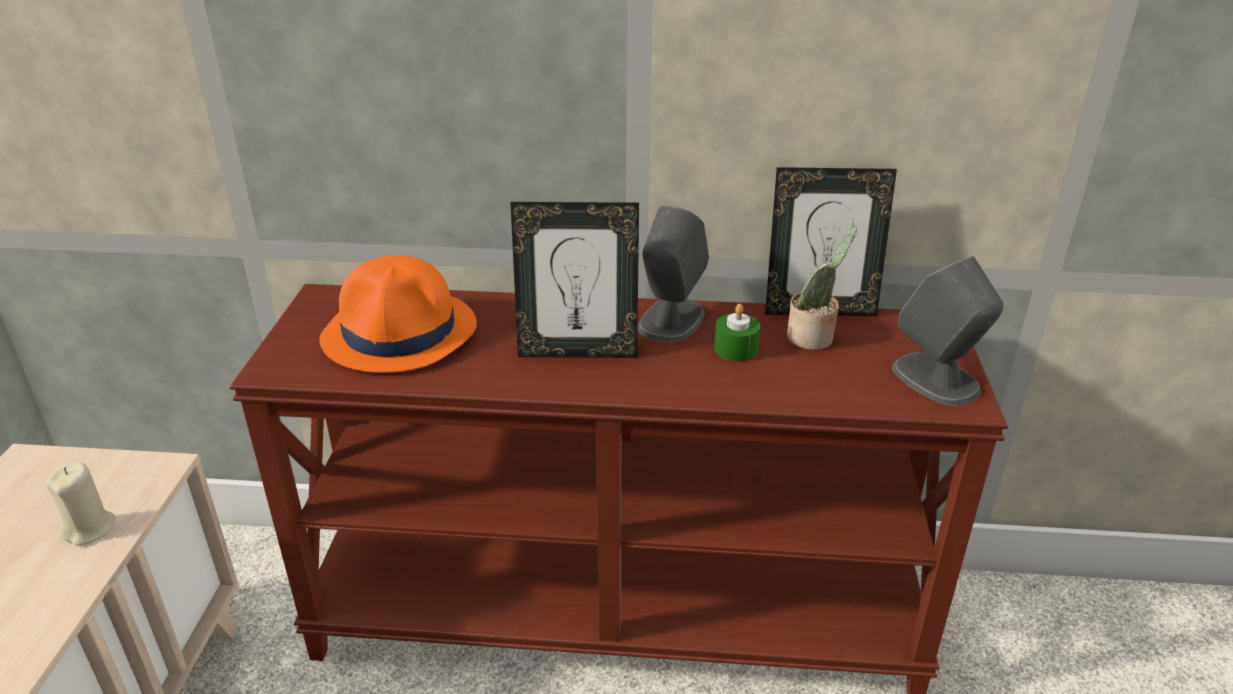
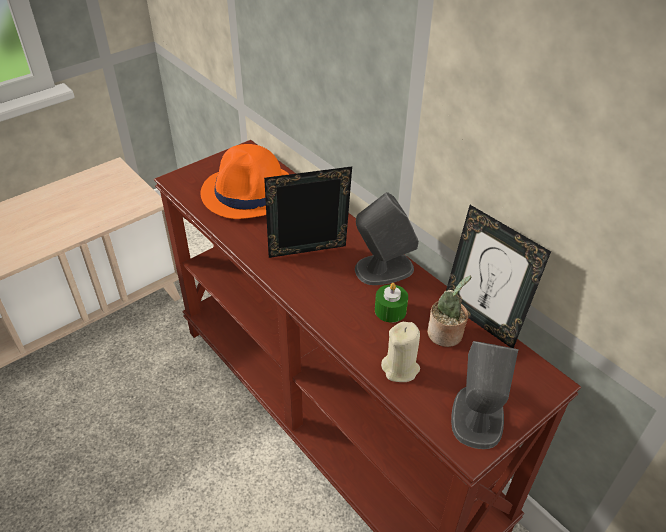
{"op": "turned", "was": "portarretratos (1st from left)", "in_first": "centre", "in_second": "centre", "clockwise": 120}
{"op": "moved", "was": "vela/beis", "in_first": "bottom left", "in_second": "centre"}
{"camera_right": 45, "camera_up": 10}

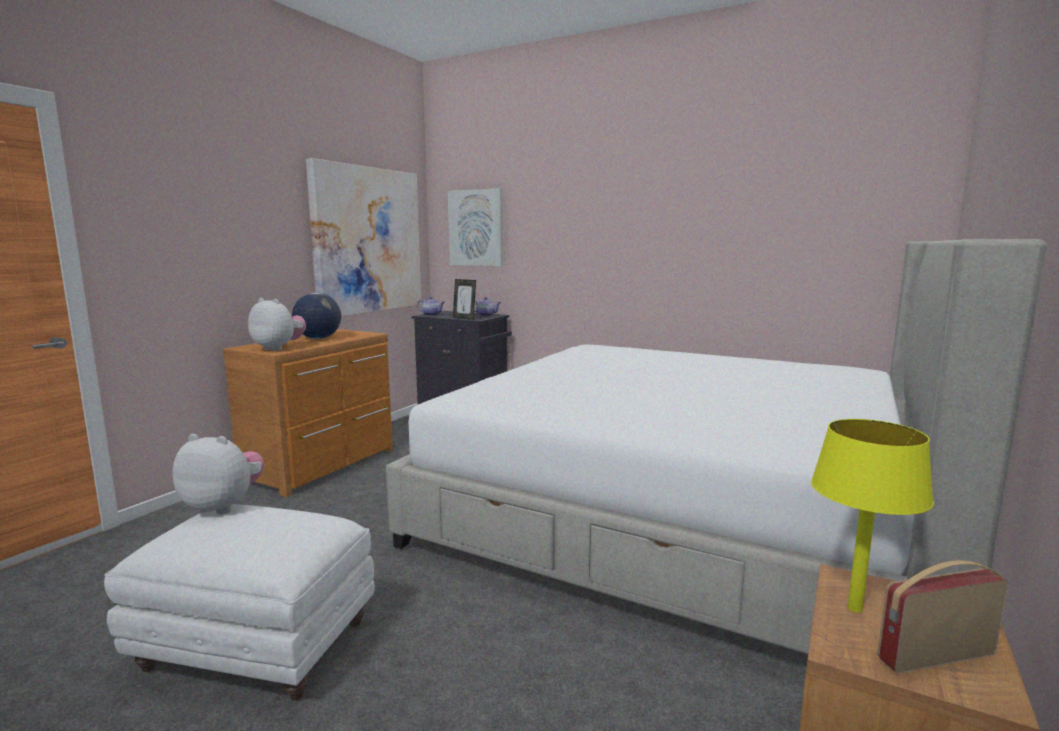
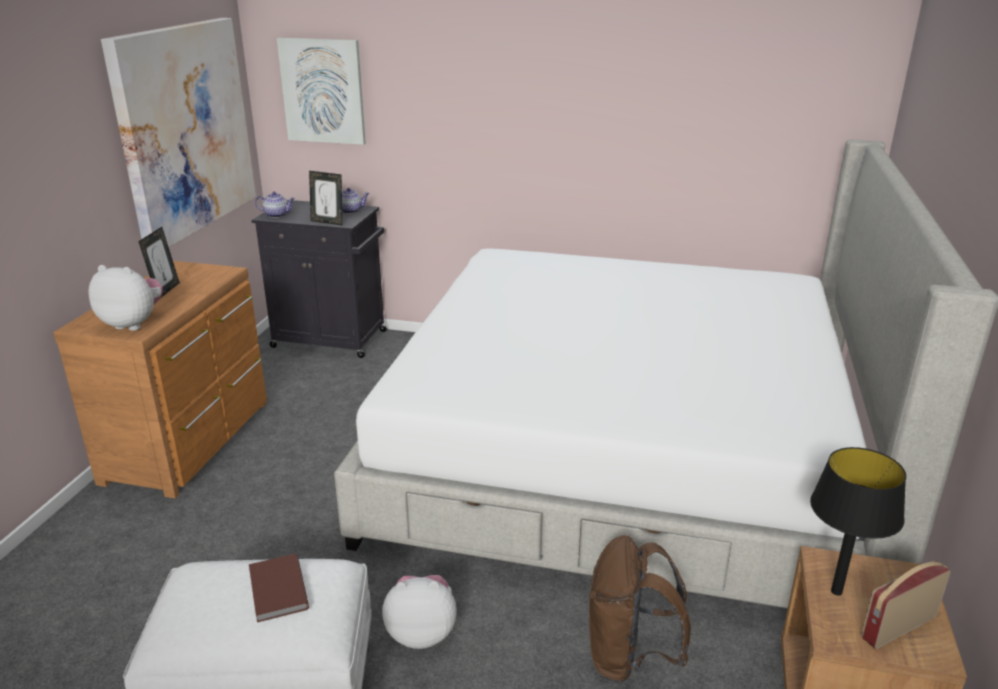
{"op": "replaced", "was": "globo terráqueo", "now": "portarretratos (1st from left)", "in_first": "middle left", "in_second": "middle left"}
{"op": "added", "now": "libro/marrón", "in_second": "bottom left"}
{"op": "moved", "was": "peluche (1st from left in the first image)", "now": "peluche (2nd from left)", "in_first": "middle left", "in_second": "bottom centre"}
{"op": "added", "now": "mochila/marrón", "in_second": "bottom centre"}
{"op": "recoloured", "was": "lámpara de mesa/amarillo", "now": "lámpara de mesa/negro", "in_first": "bottom right", "in_second": "bottom right"}
{"camera_right": -15, "camera_up": 15}

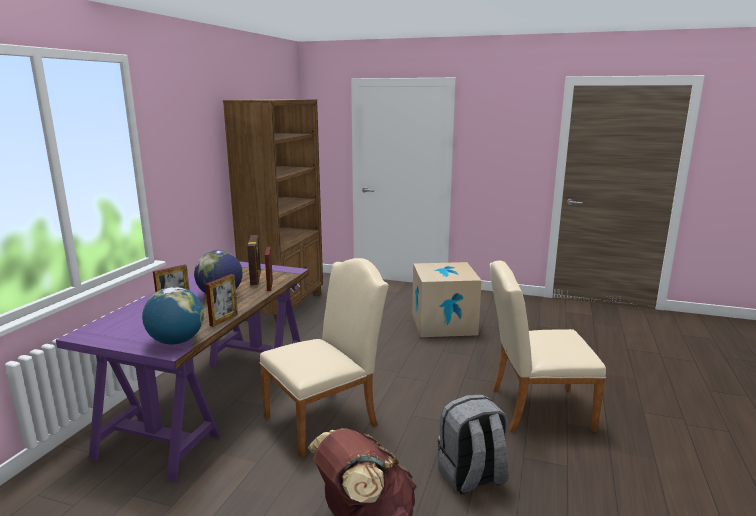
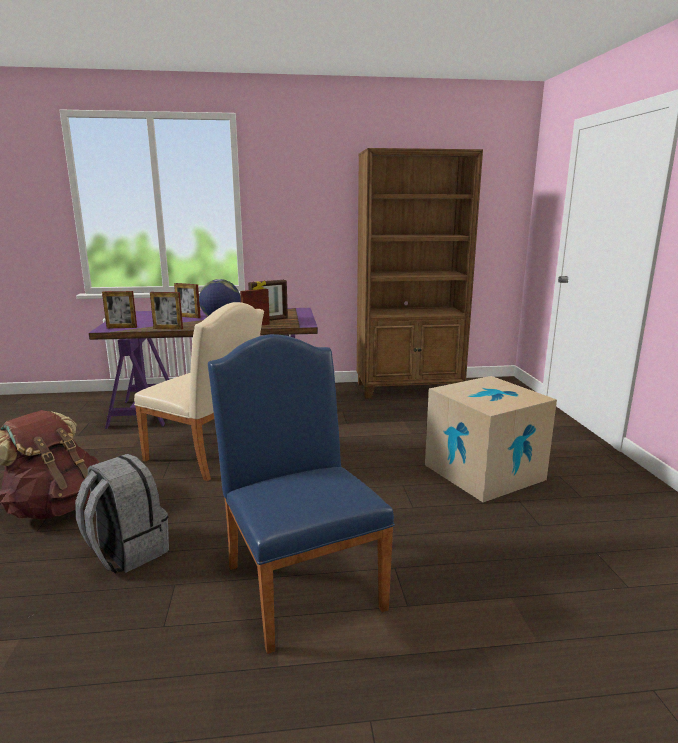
{"op": "replaced", "was": "globo terráqueo (1st from left)", "now": "portarretratos (1st from left)", "in_first": "middle left", "in_second": "middle left"}
{"op": "recoloured", "was": "silla/beis (2nd from left)", "now": "silla/azul", "in_first": "bottom right", "in_second": "centre"}
{"camera_right": 65, "camera_up": 0}

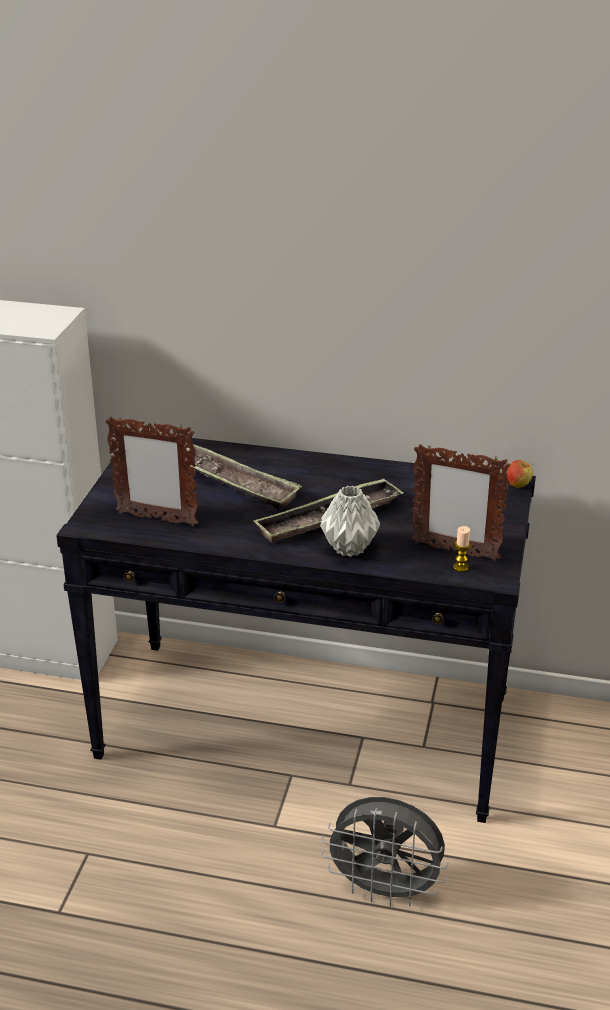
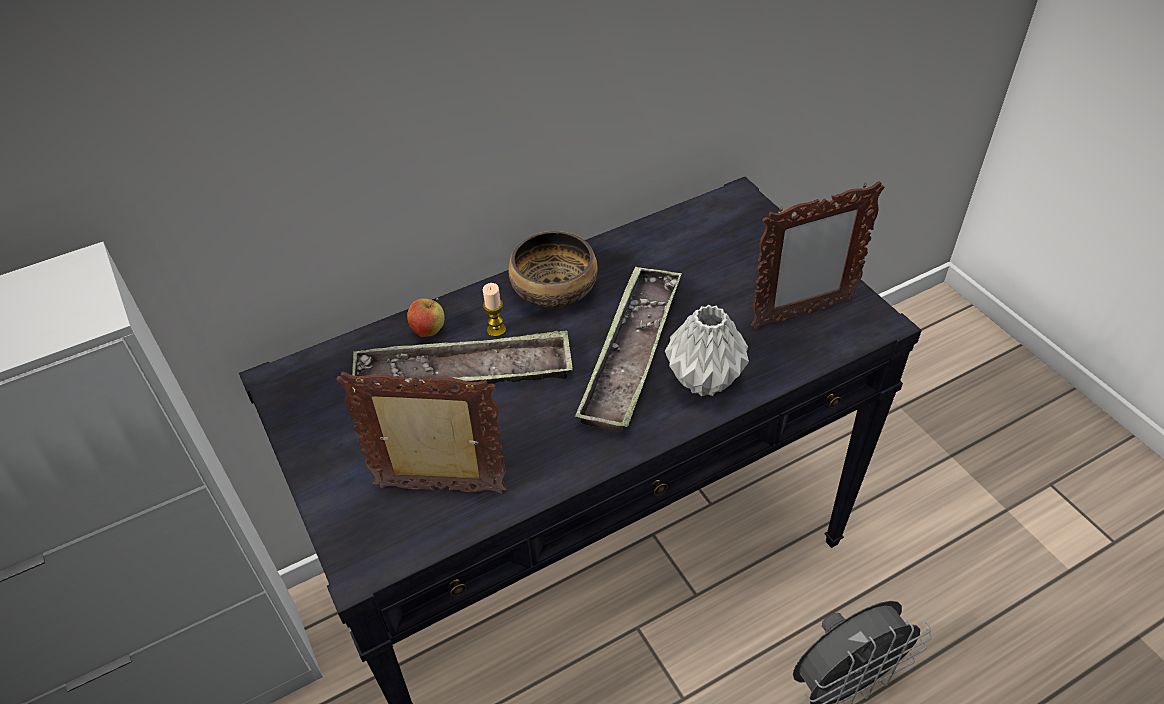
{"op": "turned", "was": "portarretratos (1st from left)", "in_first": "middle left", "in_second": "centre", "clockwise": -150}
{"op": "moved", "was": "manzana", "in_first": "middle right", "in_second": "centre"}
{"op": "moved", "was": "vela", "in_first": "middle right", "in_second": "centre"}
{"op": "added", "now": "cuenco", "in_second": "centre"}
{"camera_right": -40, "camera_up": 15}

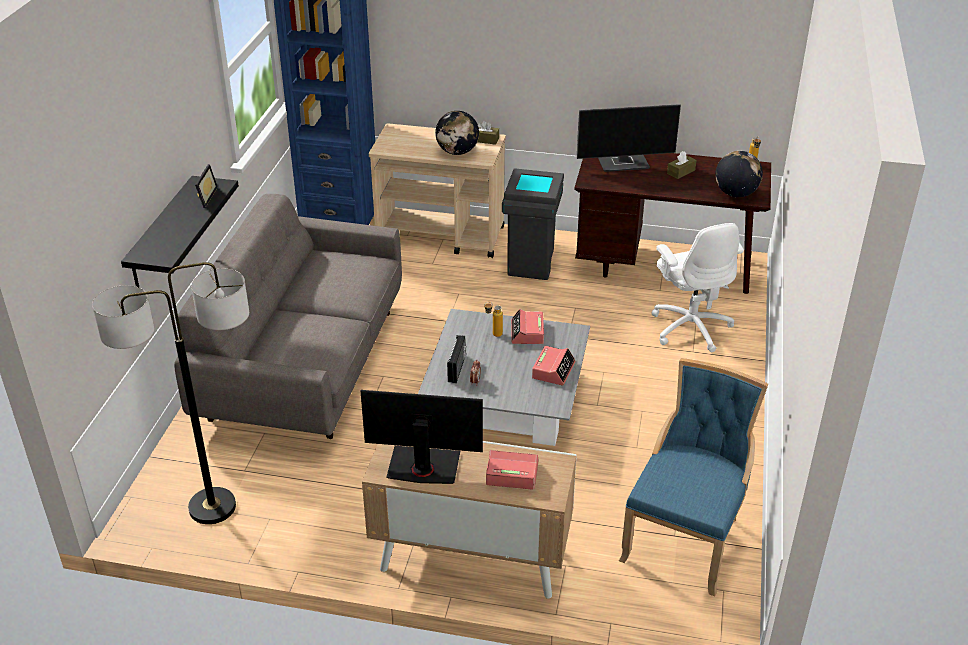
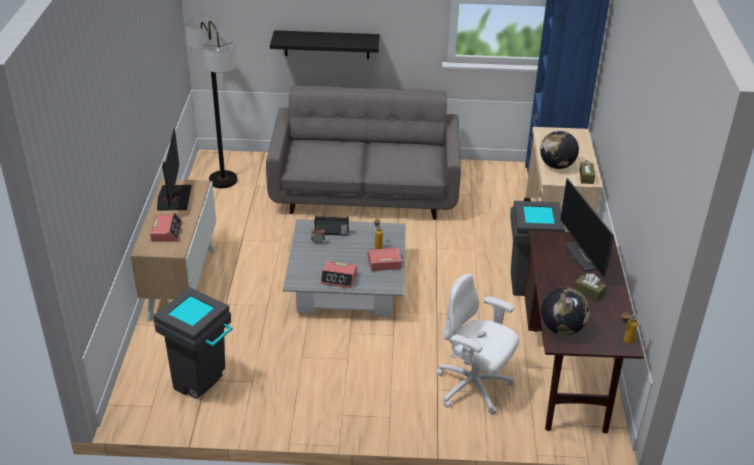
{"op": "replaced", "was": "silla/azul", "now": "papelera/gris (1st from left)", "in_first": "bottom right", "in_second": "bottom left"}
{"op": "turned", "was": "silla de oficina/blanco", "in_first": "middle right", "in_second": "bottom centre", "clockwise": 60}
{"op": "removed", "was": "portarretratos", "in_first": "top left"}
{"camera_right": 80, "camera_up": 0}

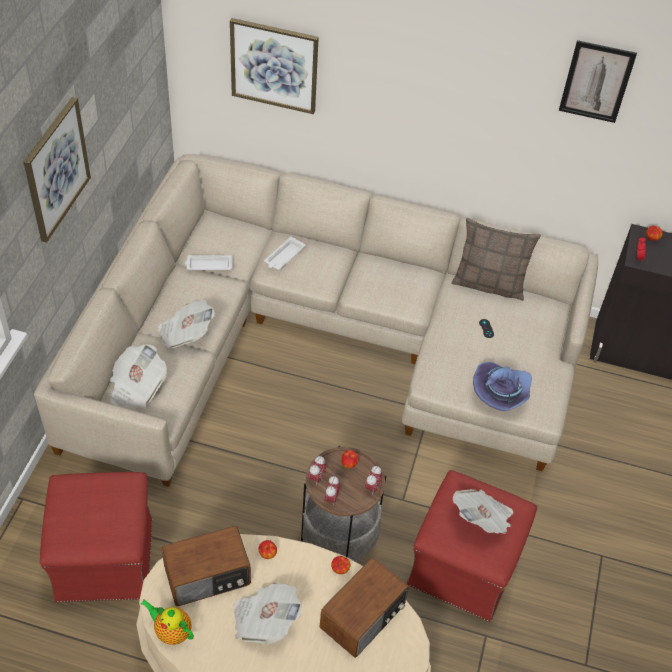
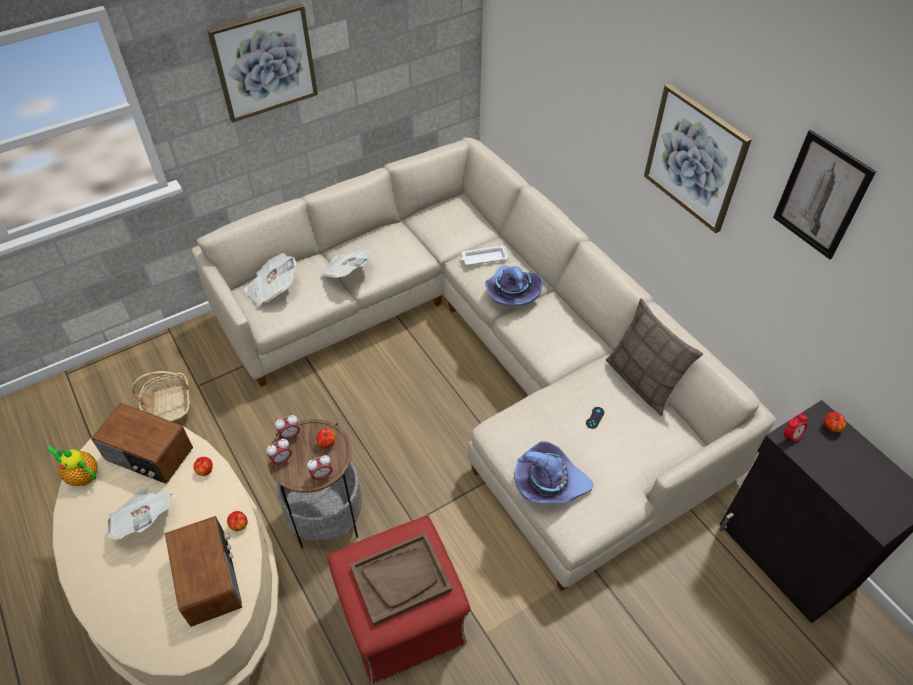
{"op": "turned", "was": "tetera", "in_first": "bottom left", "in_second": "bottom left", "clockwise": -45}
{"op": "replaced", "was": "puf/rojo (1st from left)", "now": "cesta", "in_first": "bottom left", "in_second": "middle left"}
{"op": "turned", "was": "radio (2nd from left)", "in_first": "bottom centre", "in_second": "bottom left", "clockwise": -105}
{"op": "replaced", "was": "periódico (4th from left)", "now": "bandeja/marrón", "in_first": "bottom right", "in_second": "bottom centre"}
{"op": "added", "now": "sombrero/morado (1st from left)", "in_second": "centre"}
{"op": "moved", "was": "cuadro (2nd from left)", "in_first": "top centre", "in_second": "top right"}
{"op": "removed", "was": "bandeja/blanco (1st from left)", "in_first": "middle left"}
{"camera_right": 45, "camera_up": 0}

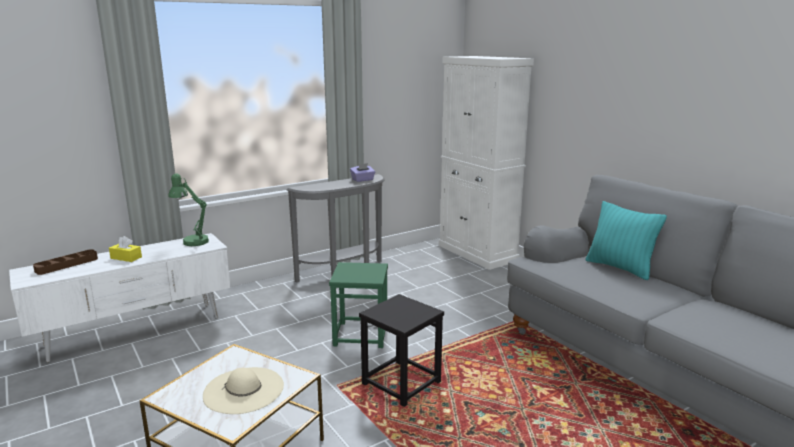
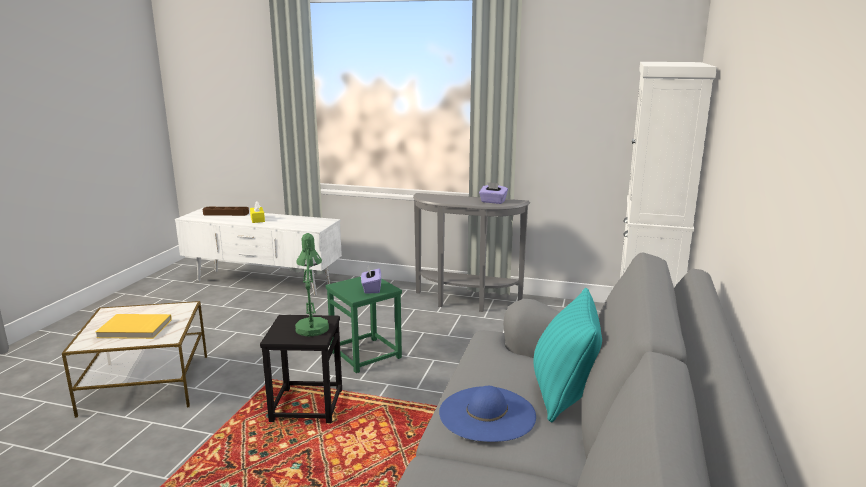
{"op": "replaced", "was": "sombrero/beis", "now": "libro/amarillo", "in_first": "bottom left", "in_second": "bottom left"}
{"op": "moved", "was": "lámpara de mesa/verde", "in_first": "middle left", "in_second": "centre"}
{"op": "added", "now": "caja de pañuelos/morado (1st from left)", "in_second": "centre"}
{"op": "added", "now": "sombrero/azul", "in_second": "bottom centre"}
{"camera_right": 50, "camera_up": 0}

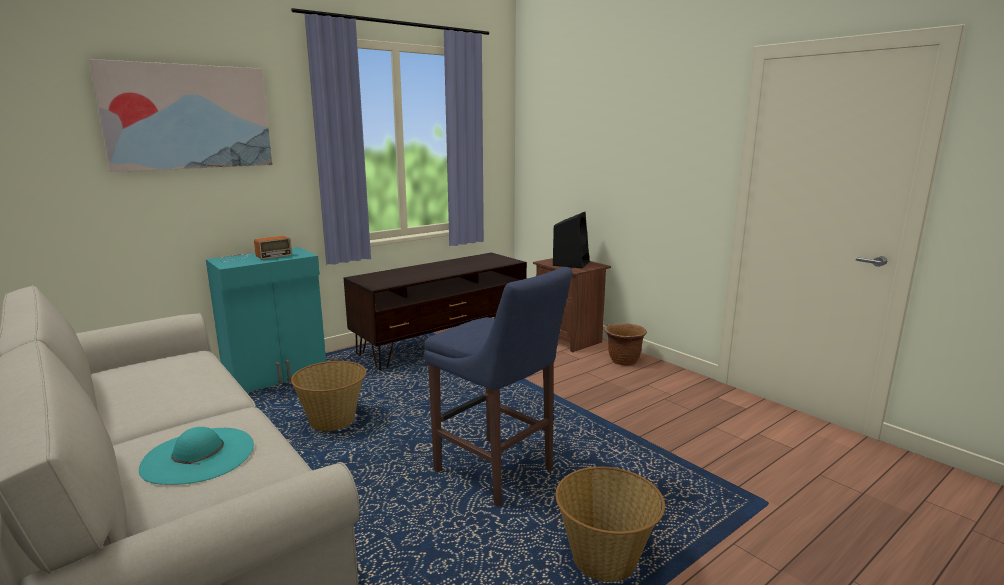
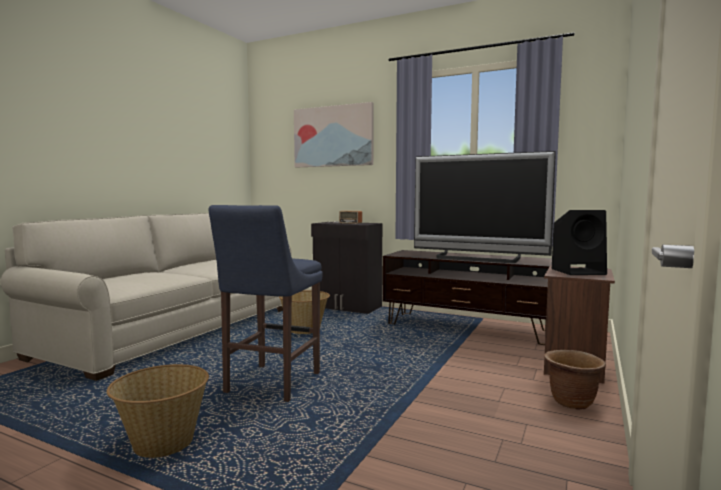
{"op": "recoloured", "was": "armario/turquesa", "now": "armario/negro", "in_first": "middle left", "in_second": "centre"}
{"op": "added", "now": "televisor", "in_second": "middle right"}
{"op": "removed", "was": "sombrero/turquesa", "in_first": "bottom left"}
{"camera_right": 65, "camera_up": -10}

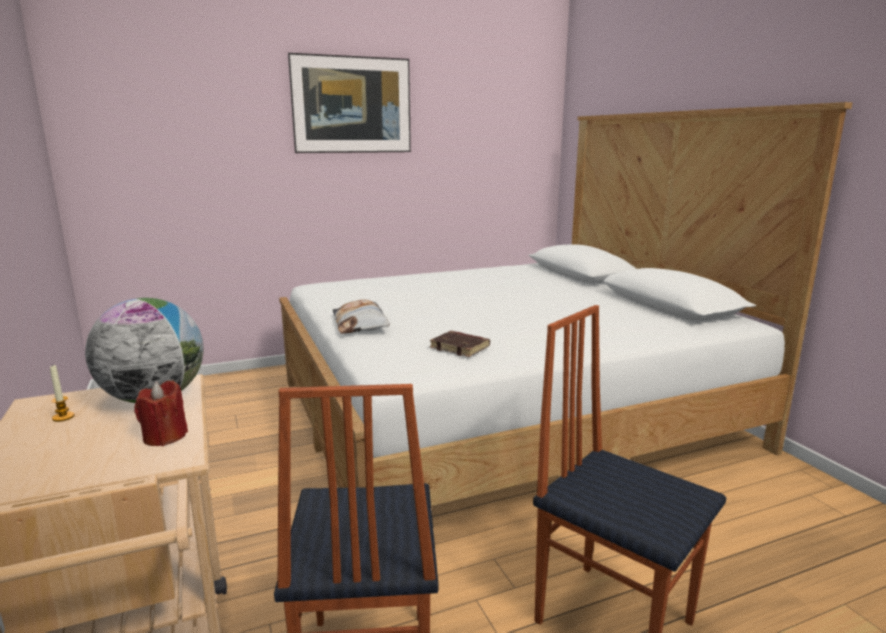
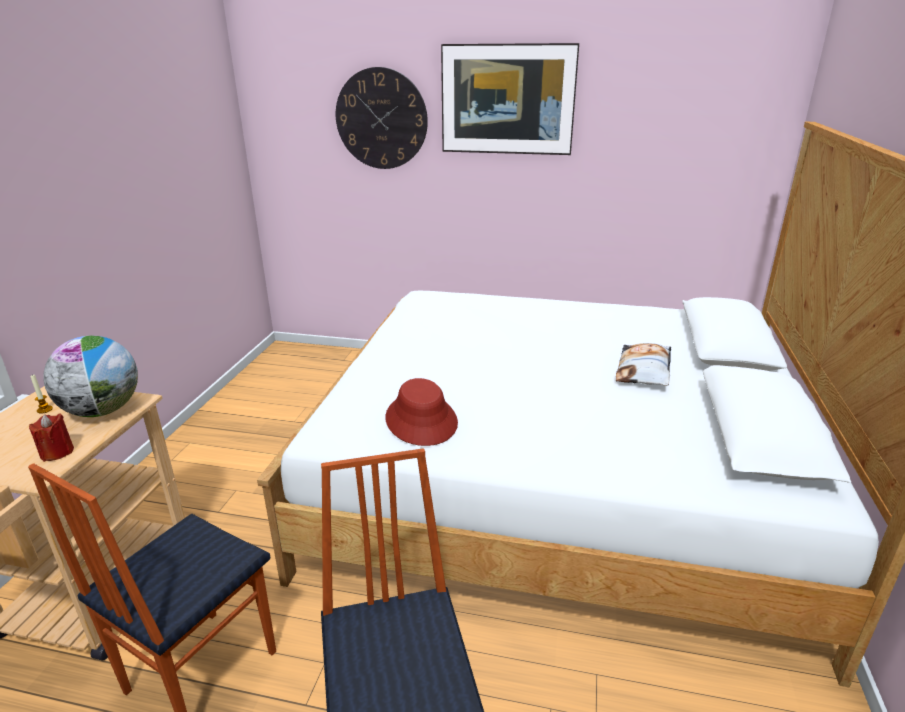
{"op": "added", "now": "reloj de pared", "in_second": "top centre"}
{"op": "replaced", "was": "libro/marrón", "now": "sombrero/rojo", "in_first": "centre", "in_second": "centre"}
{"op": "moved", "was": "cojín", "in_first": "centre", "in_second": "middle right"}
{"camera_right": 35, "camera_up": 10}

